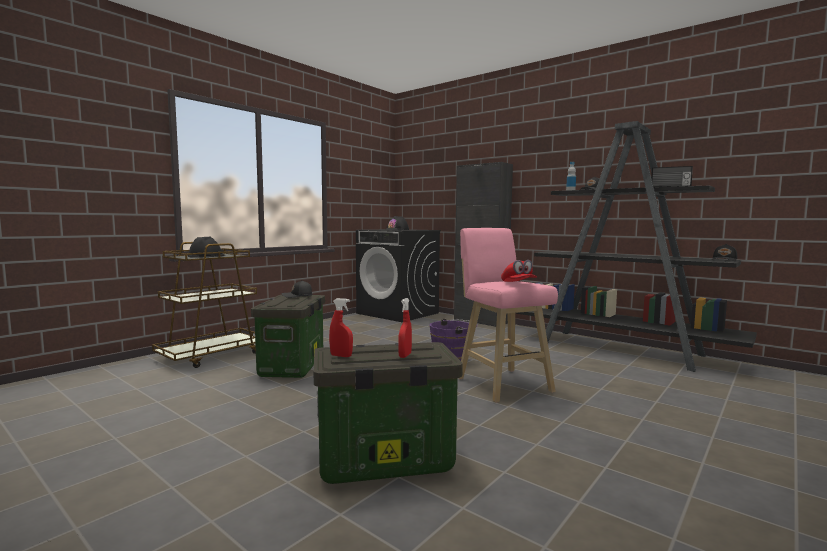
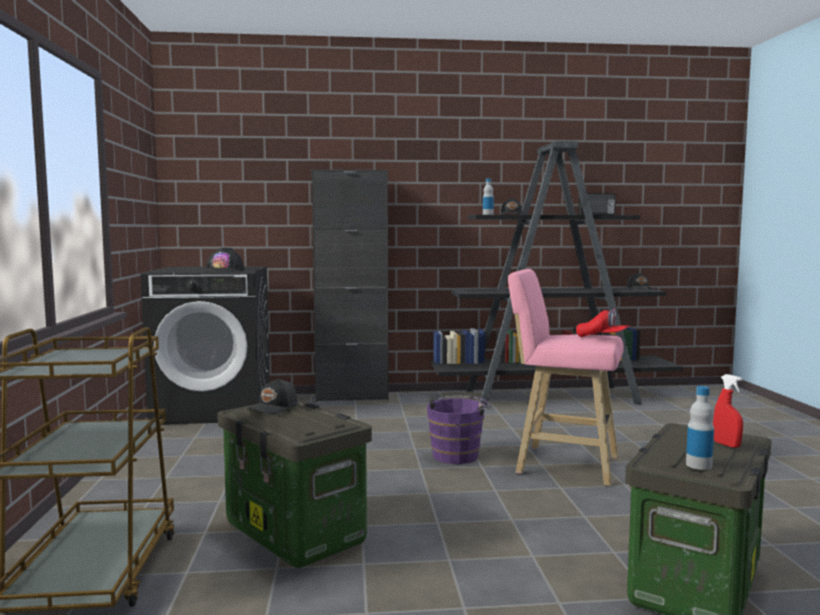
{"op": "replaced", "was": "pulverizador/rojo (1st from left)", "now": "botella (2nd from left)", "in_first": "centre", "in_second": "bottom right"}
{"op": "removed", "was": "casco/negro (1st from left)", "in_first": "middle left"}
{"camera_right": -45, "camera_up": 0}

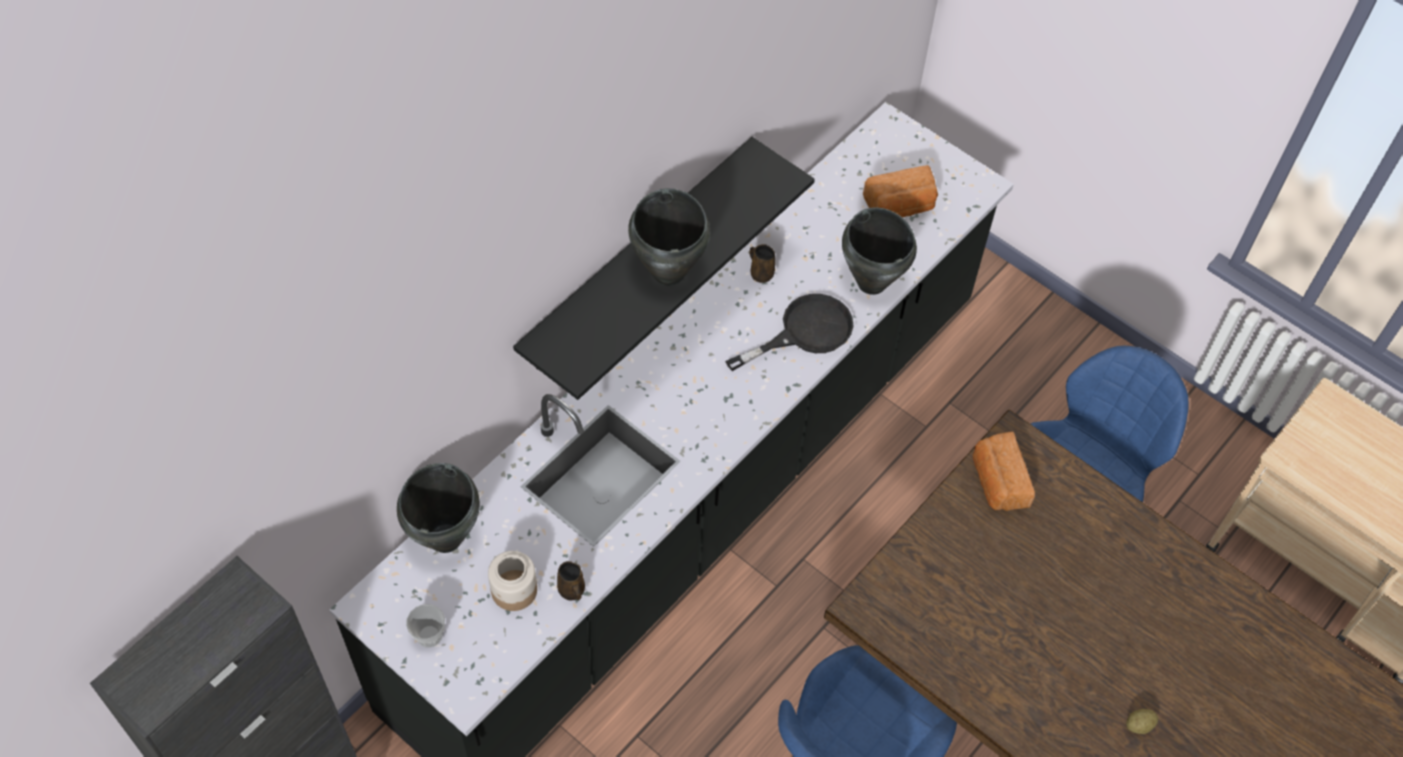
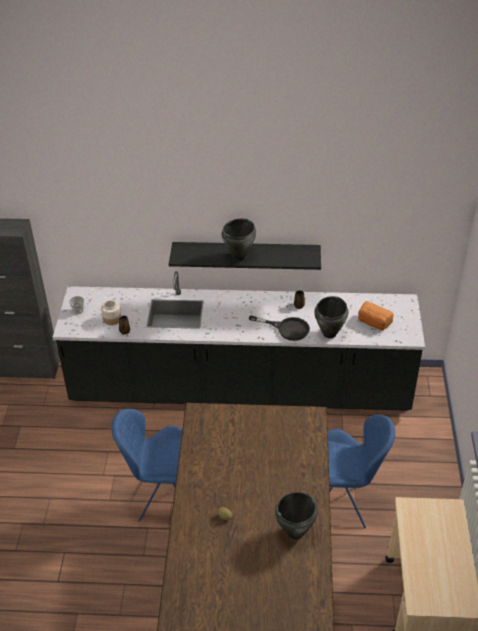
{"op": "moved", "was": "olla/negro (1st from left in the first image)", "now": "olla/negro (2nd from left)", "in_first": "bottom left", "in_second": "bottom centre"}
{"op": "removed", "was": "pan (2nd from left)", "in_first": "middle right"}
{"camera_right": 55, "camera_up": -15}

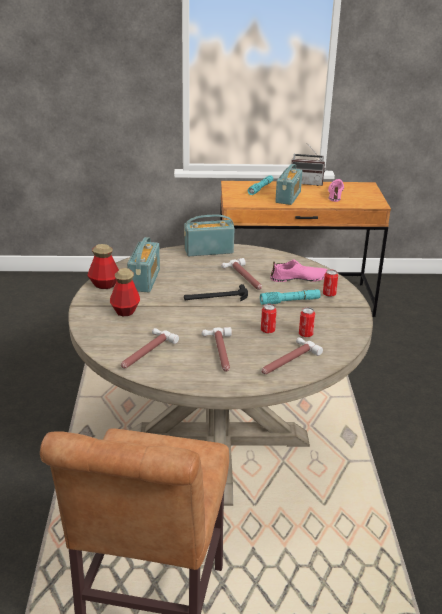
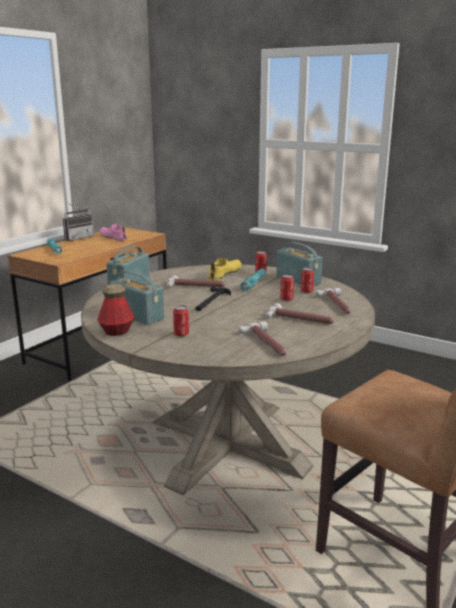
{"op": "replaced", "was": "botella (2nd from left)", "now": "lata (1st from left)", "in_first": "middle left", "in_second": "centre"}
{"op": "recoloured", "was": "zapato/rosa (1st from left)", "now": "zapato/amarillo", "in_first": "middle right", "in_second": "centre"}
{"op": "moved", "was": "radio (3rd from left in the first image)", "now": "radio (4th from left)", "in_first": "top centre", "in_second": "centre"}
{"camera_right": -55, "camera_up": -10}

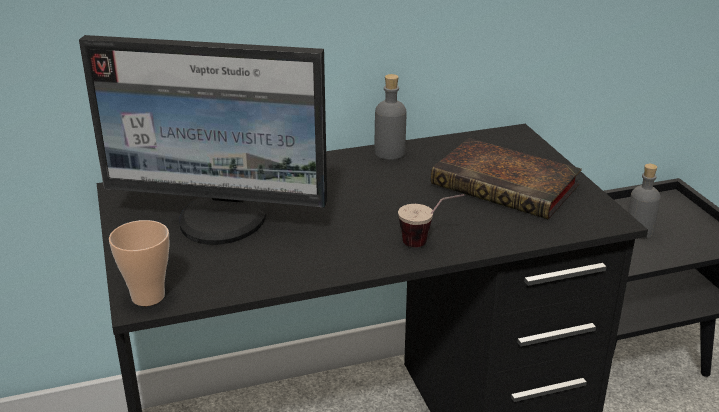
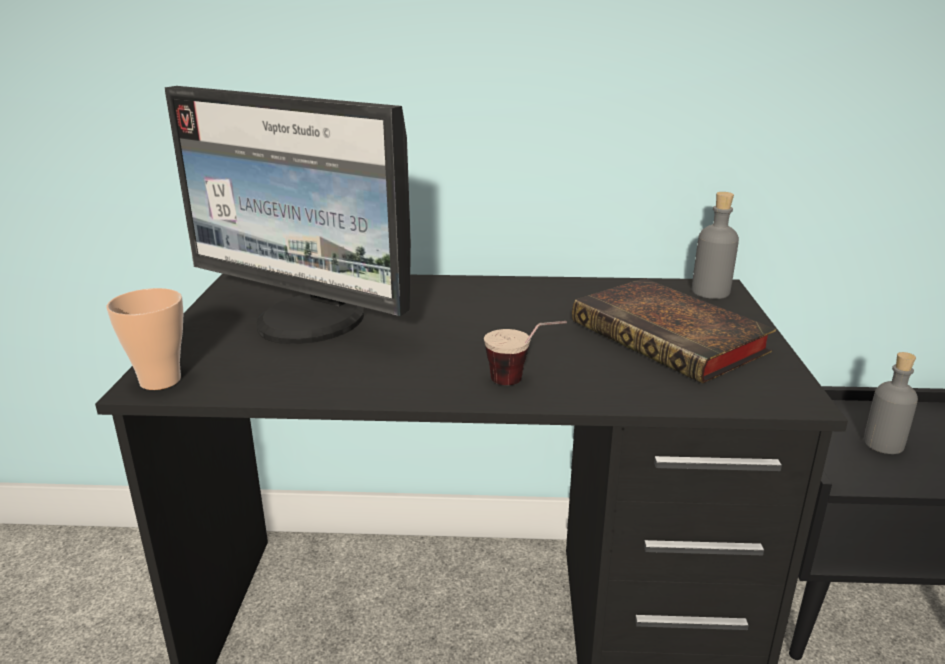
{"op": "moved", "was": "botella/gris (1st from left)", "in_first": "top centre", "in_second": "middle right"}
{"camera_right": 20, "camera_up": -5}

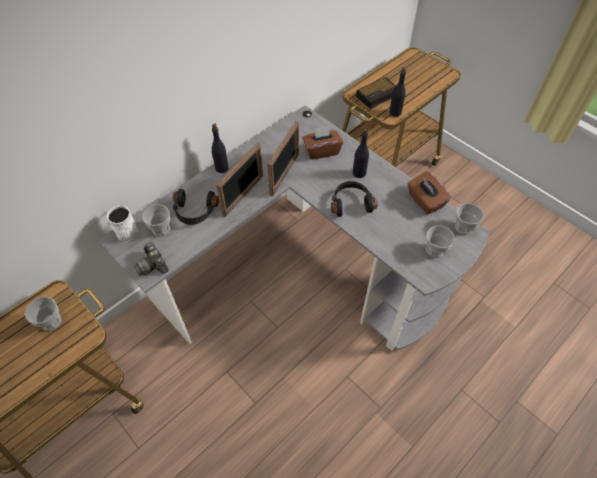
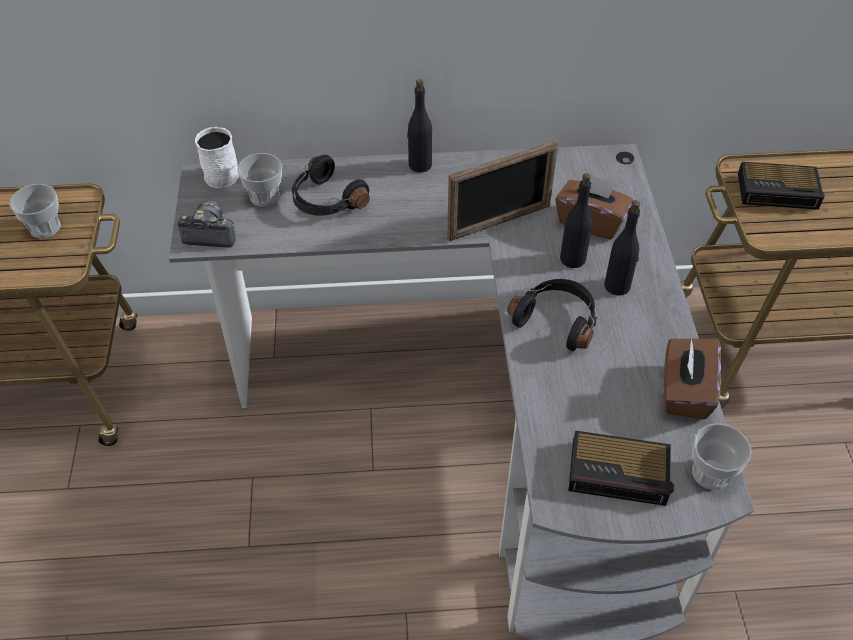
{"op": "turned", "was": "cámara", "in_first": "middle left", "in_second": "middle left", "clockwise": 90}
{"op": "moved", "was": "botella/negro (3rd from left in the first image)", "now": "botella/negro (2nd from left)", "in_first": "top centre", "in_second": "middle right"}
{"op": "replaced", "was": "taza (3rd from left)", "now": "despertador (1st from left)", "in_first": "middle right", "in_second": "bottom right"}
{"op": "removed", "was": "portarretratos (1st from left)", "in_first": "centre"}
{"camera_right": 40, "camera_up": -5}

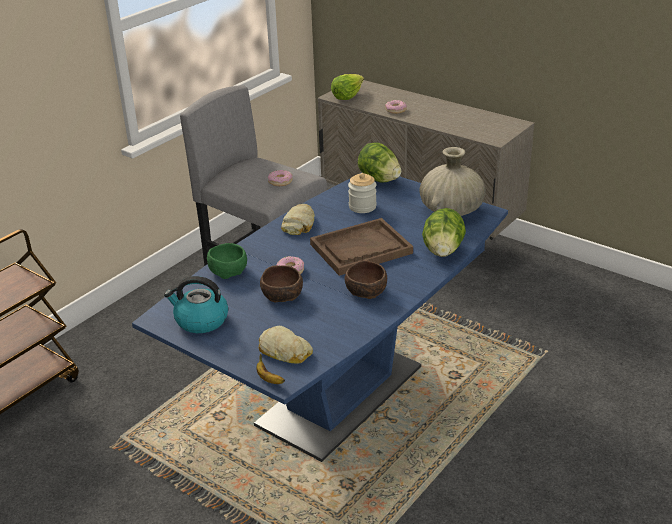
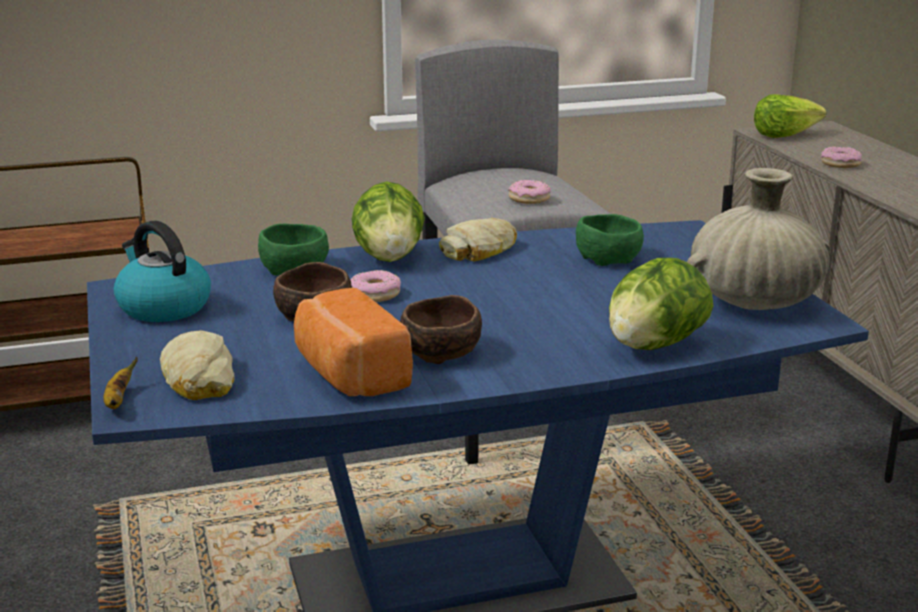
{"op": "added", "now": "pan (2nd from left)", "in_second": "centre"}
{"op": "moved", "was": "lechuga (2nd from left in the first image)", "now": "lechuga (1st from left)", "in_first": "top centre", "in_second": "centre"}
{"op": "replaced", "was": "tarro", "now": "cuenco/verde (2nd from left)", "in_first": "centre", "in_second": "centre"}
{"op": "removed", "was": "bandeja/marrón", "in_first": "centre"}
{"camera_right": 35, "camera_up": -10}

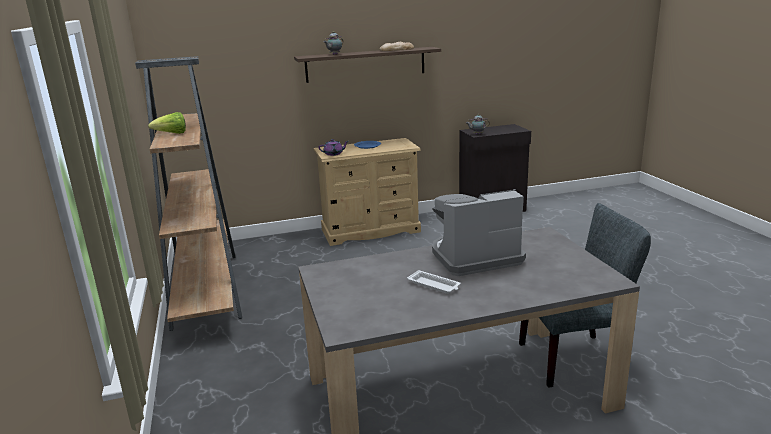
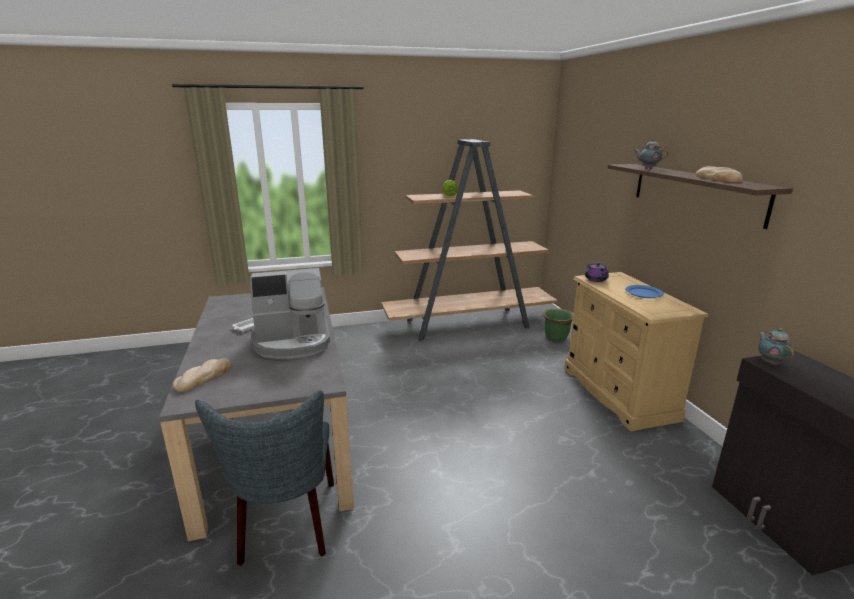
{"op": "added", "now": "pan (1st from left)", "in_second": "middle left"}
{"op": "turned", "was": "cafetera", "in_first": "centre", "in_second": "centre", "clockwise": 90}
{"op": "added", "now": "maceta/verde", "in_second": "centre"}
{"camera_right": 90, "camera_up": 0}

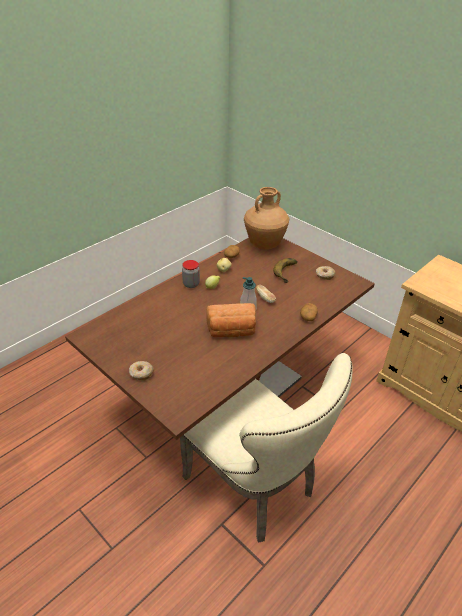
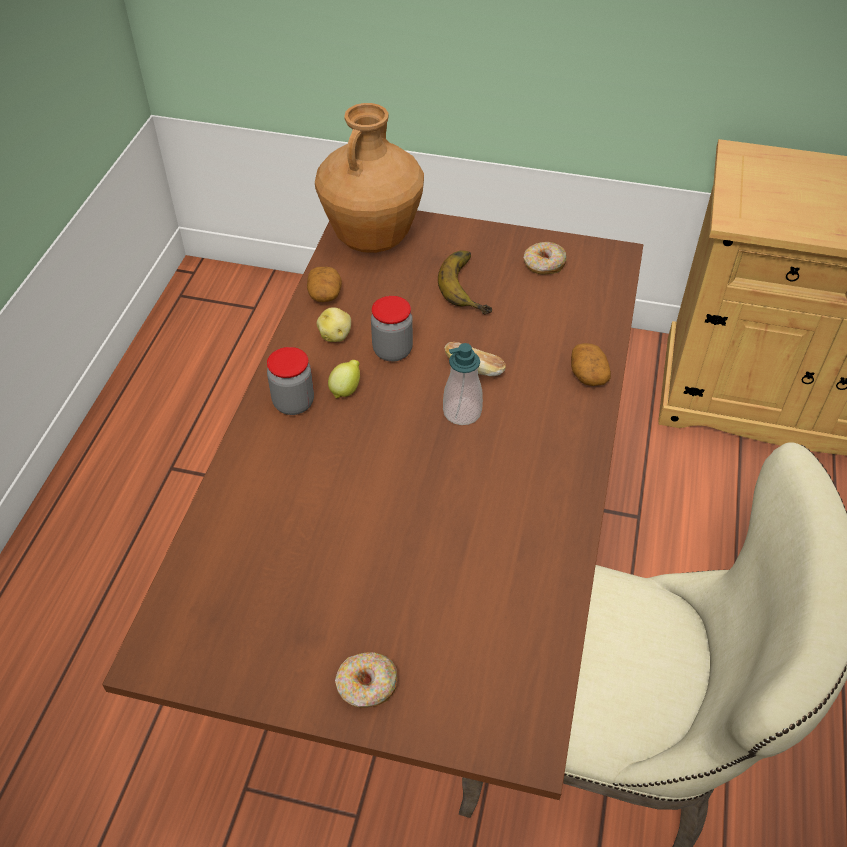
{"op": "added", "now": "tarro (2nd from left)", "in_second": "centre"}
{"op": "removed", "was": "pan (1st from left)", "in_first": "centre"}
{"camera_right": -30, "camera_up": 10}

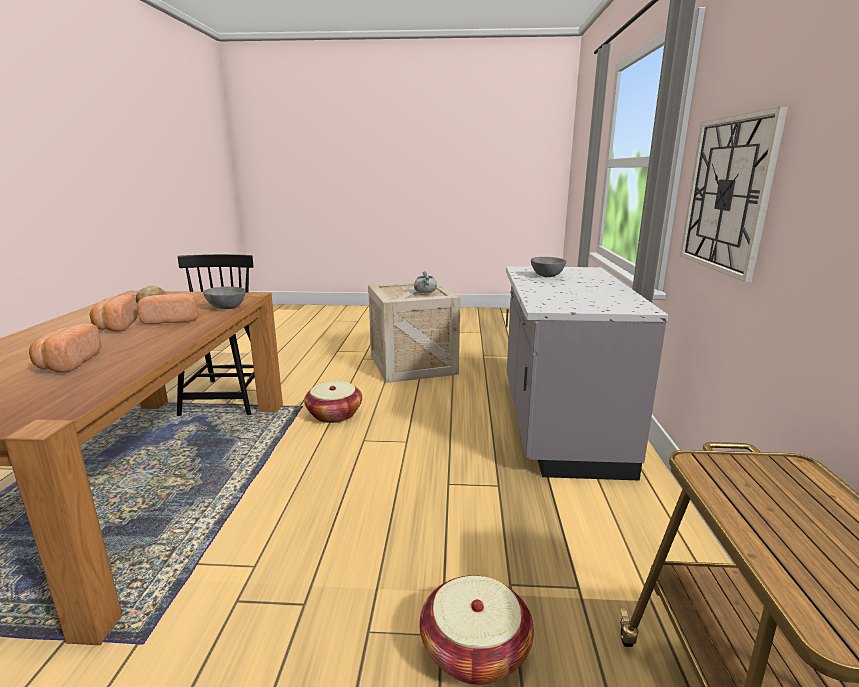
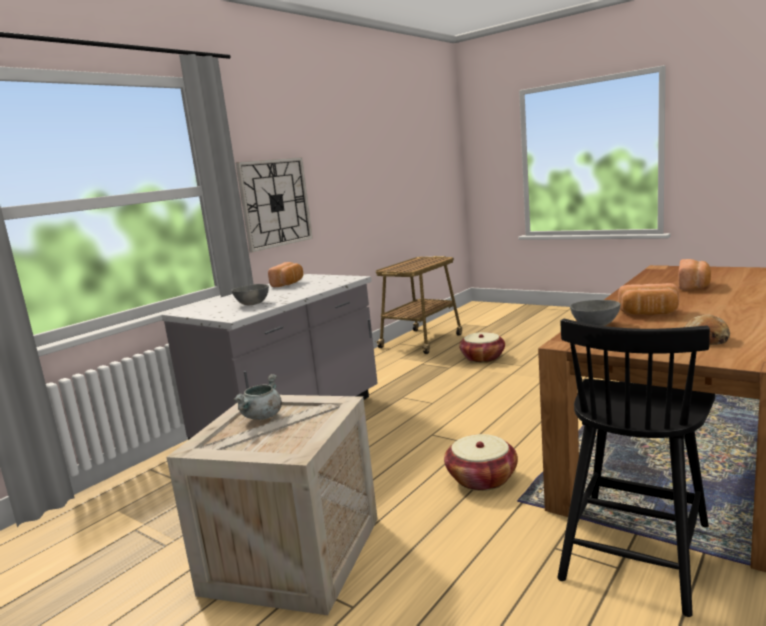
{"op": "moved", "was": "pan (2nd from left in the first image)", "now": "pan (1st from left)", "in_first": "middle left", "in_second": "centre"}
{"camera_right": -145, "camera_up": -5}

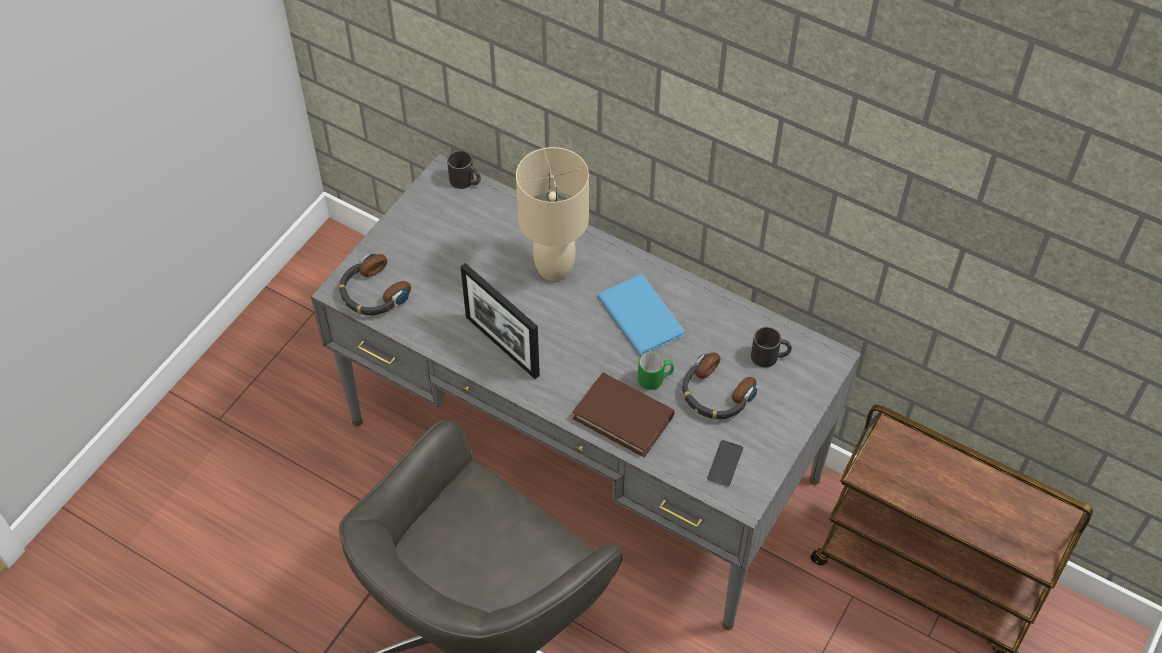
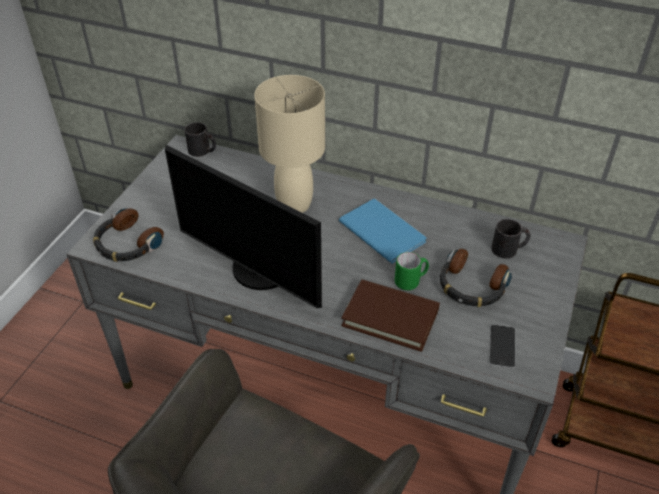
{"op": "replaced", "was": "portarretratos", "now": "monitor", "in_first": "centre", "in_second": "centre"}
{"camera_right": -10, "camera_up": -10}

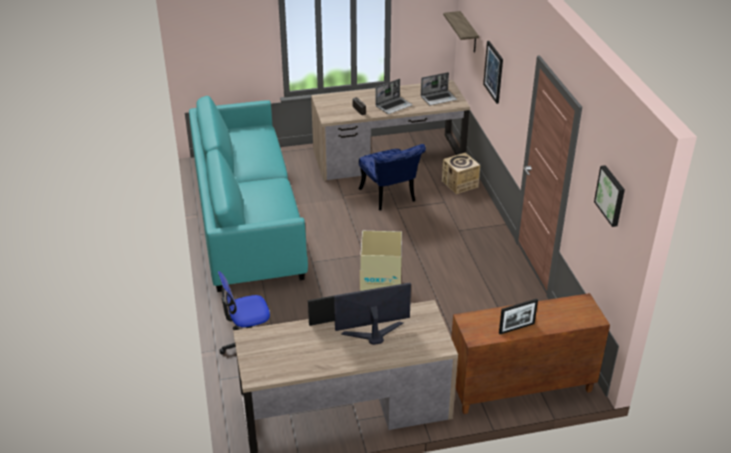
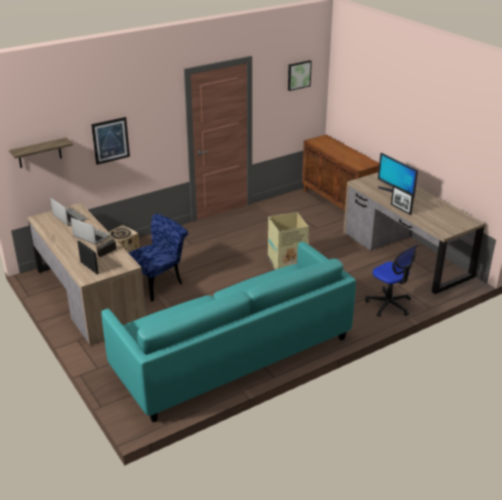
{"op": "moved", "was": "portarretratos (2nd from left in the first image)", "now": "portarretratos (1st from left)", "in_first": "bottom right", "in_second": "middle left"}
{"camera_right": -110, "camera_up": -5}

